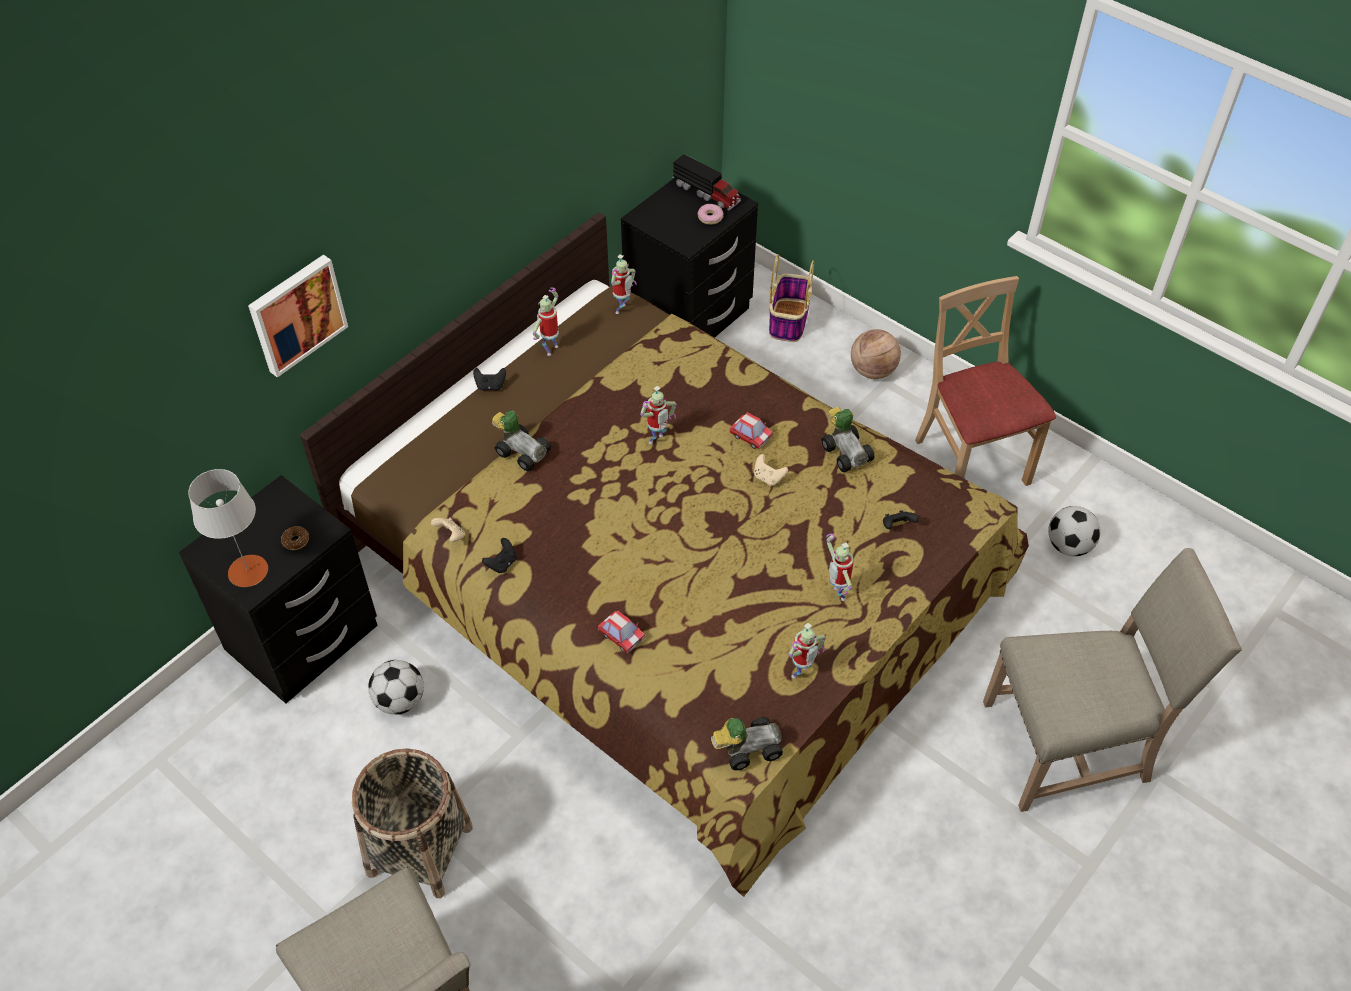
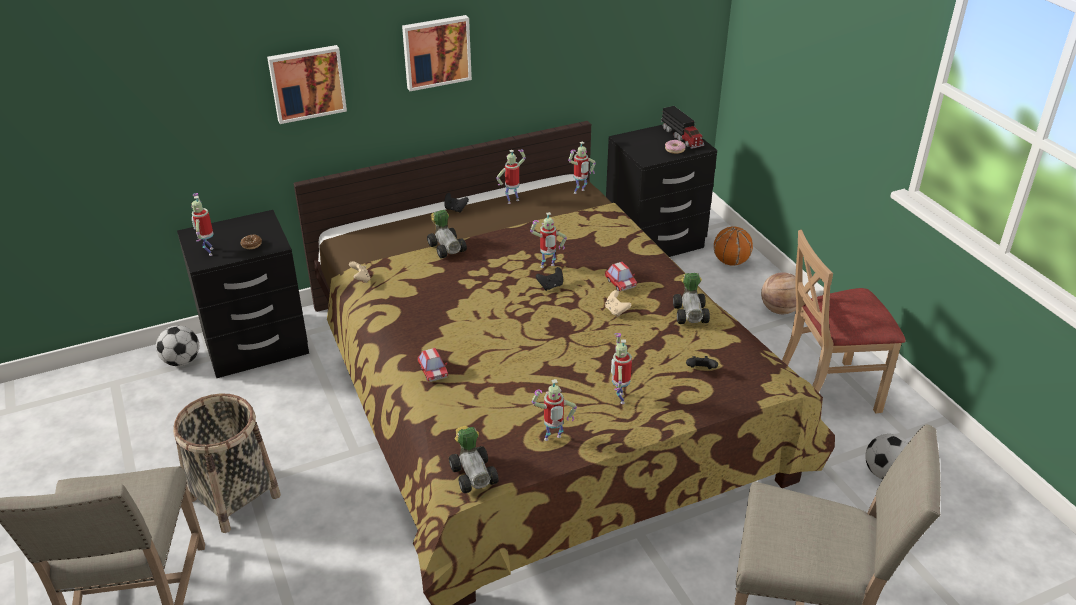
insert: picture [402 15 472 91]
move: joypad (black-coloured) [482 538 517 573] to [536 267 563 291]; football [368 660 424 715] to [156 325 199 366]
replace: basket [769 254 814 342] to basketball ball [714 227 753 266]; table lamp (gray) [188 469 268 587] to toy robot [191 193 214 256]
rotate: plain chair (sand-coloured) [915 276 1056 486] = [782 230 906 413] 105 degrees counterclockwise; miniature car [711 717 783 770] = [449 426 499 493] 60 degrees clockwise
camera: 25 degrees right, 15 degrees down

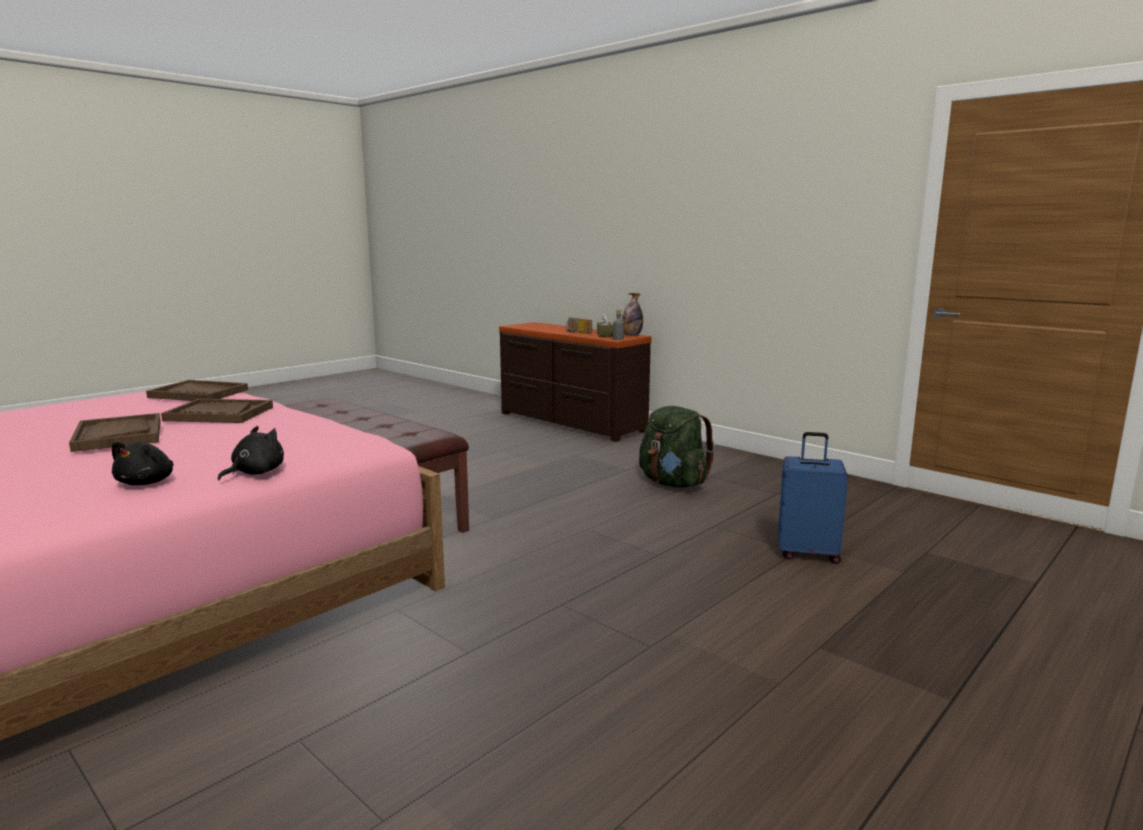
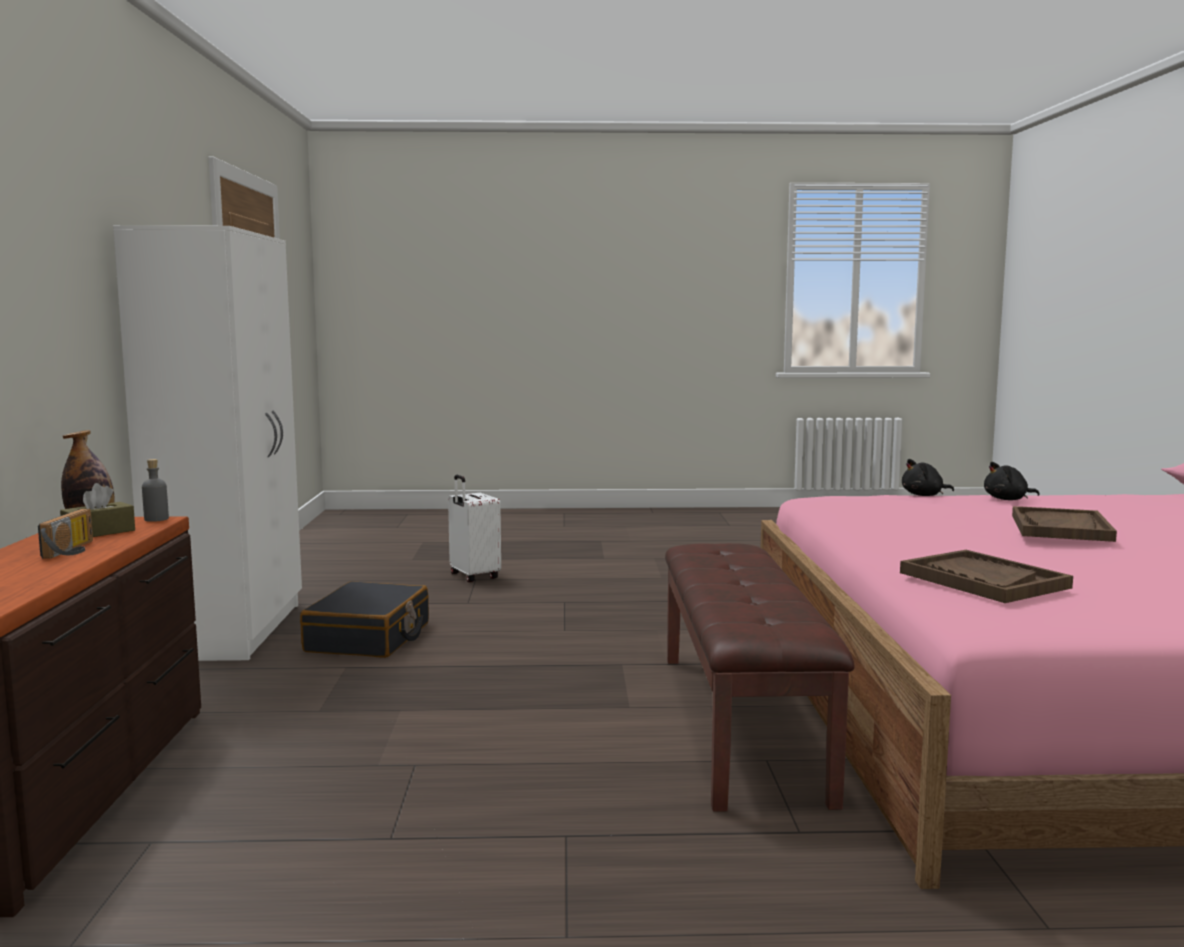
delete: carrying tray (brown) [161 399 273 423]
insert: wardrobe (white) [113 225 302 661]
replace: knapsack (green) [639 406 715 488] to piece of luggage (black-coloured) [300 581 429 658]
recolor: piece of luggage (blue) [778 432 848 564] to piece of luggage (white) [448 475 501 582]
rotate: soft toy (black-coloured) [112 442 174 485] = [984 462 1040 500] 150 degrees counterclockwise
camera: 135 degrees left, 5 degrees down

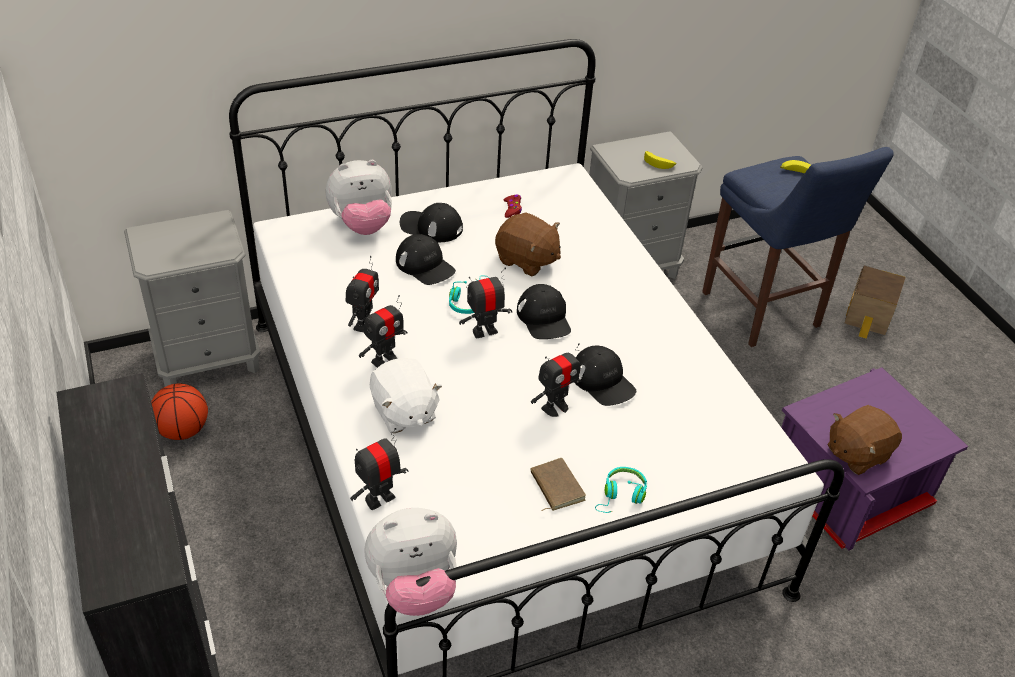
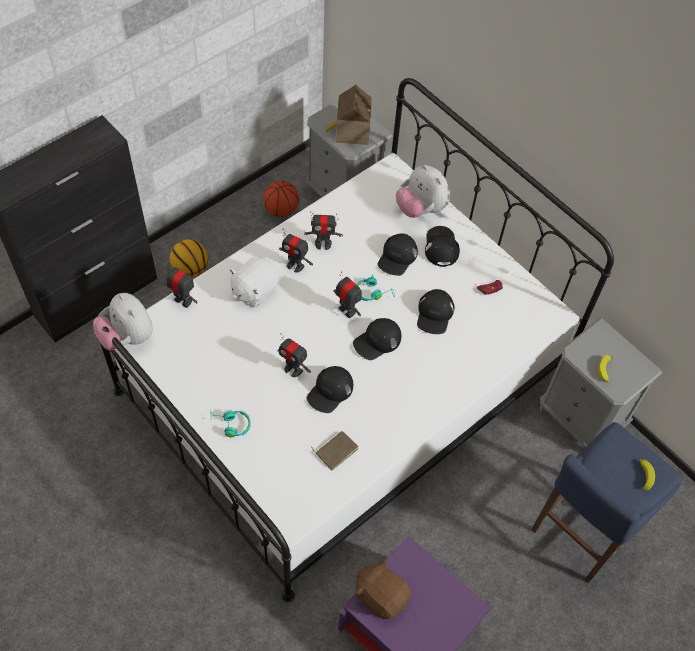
insert: basketball ball [170 239 208 278]
move: miniature house [845 266 906 339] to [326 85 372 145]; volume (brown) [530 458 586 511] to [311 431 358 470]
replace: soft toy (brown) [495 212 561 276] to cap (black-coloured) [417 289 455 334]
camera: 70 degrees right, 15 degrees up

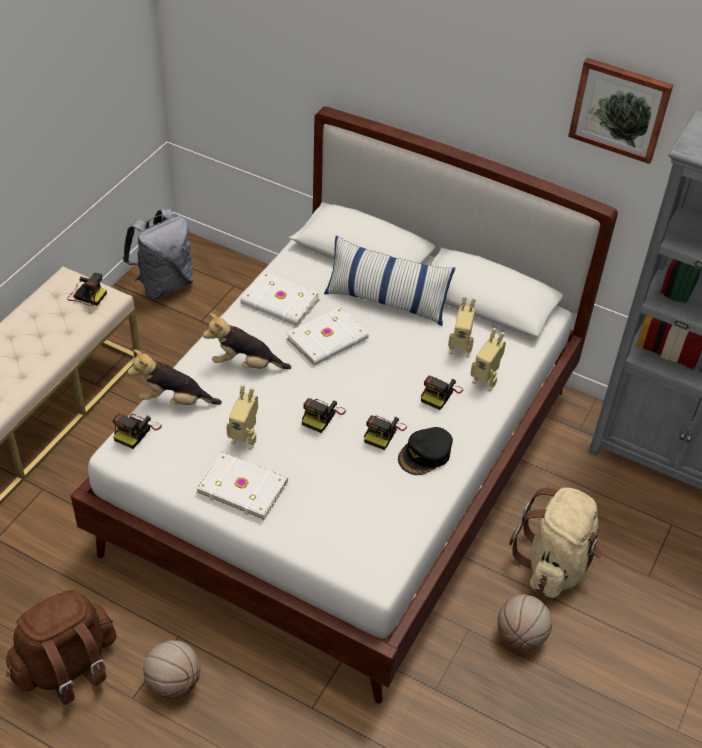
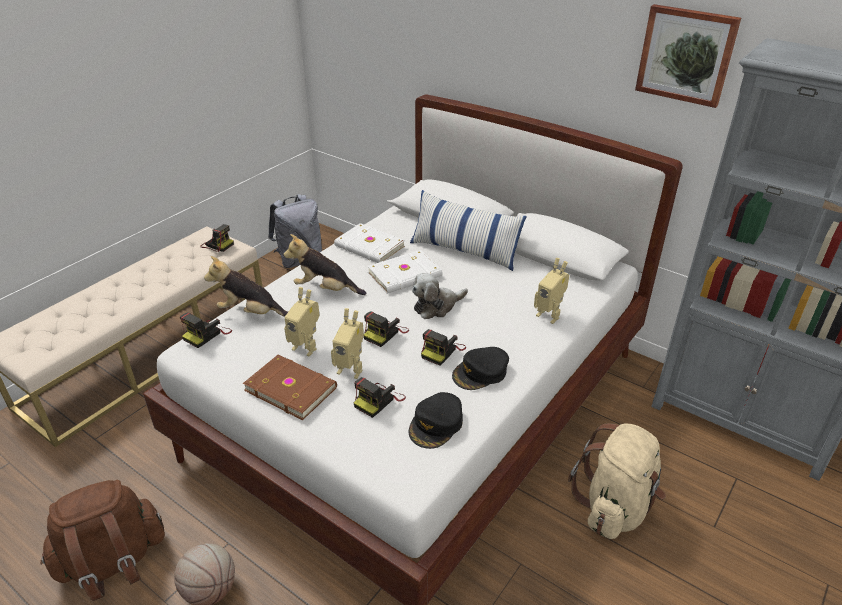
delete: basketball ball [497 594 552 650]
insert: soft toy [412 273 468 319]; cap (black-coloured) [409 392 463 449]
move: toy robot [448 296 476 358] to [331 308 364 379]; still camera [421 375 463 410] to [354 377 406 418]
recolor: volume (white) [196 452 288 521] to volume (brown) [243 355 337 420]
camera: 10 degrees right, 10 degrees down

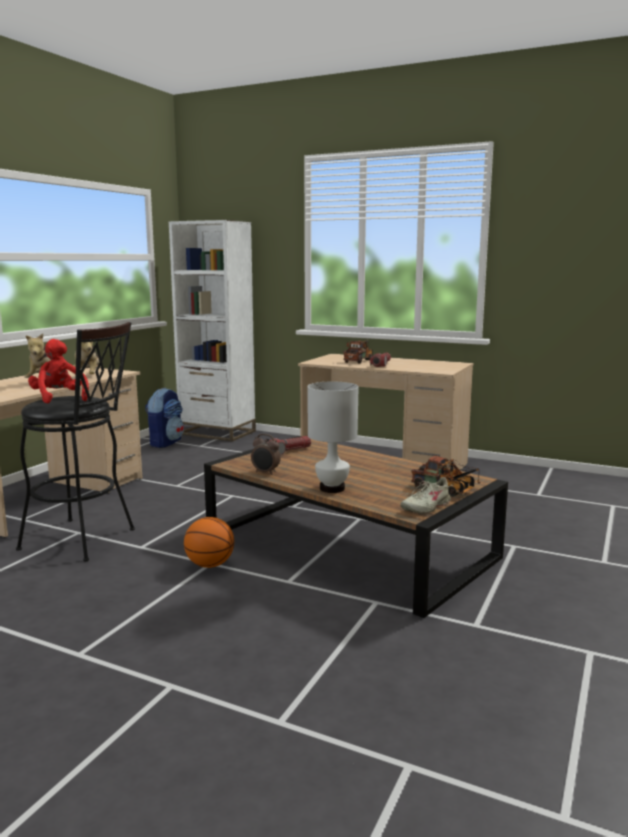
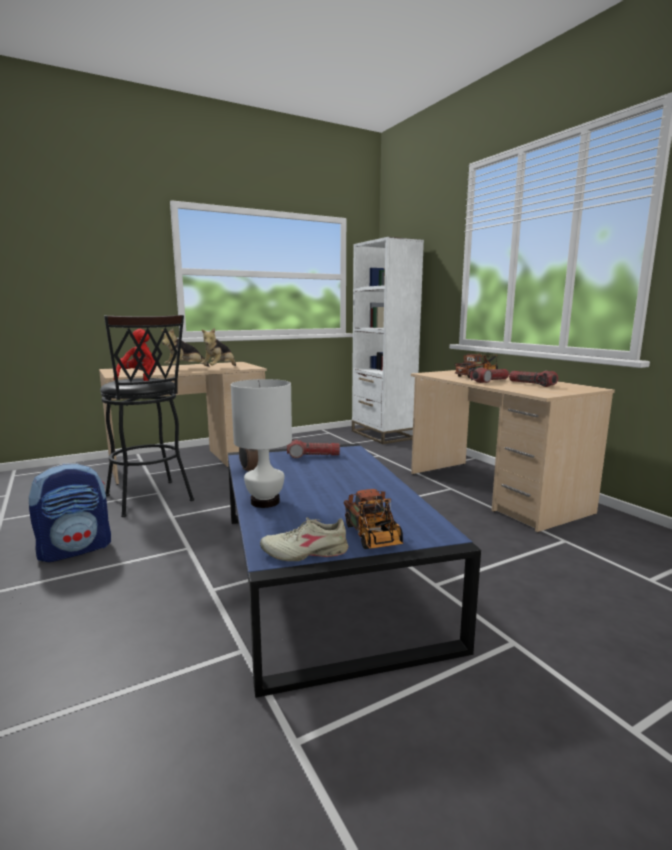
delete: basketball ball [184 517 234 568]
insert: torch [509 371 558 387]
move: knapsack [145 388 184 448] to [28 462 111 562]
recolor: low table (brown) [204 436 508 618] to low table (blue) [228 443 481 698]
camera: 35 degrees right, 0 degrees up

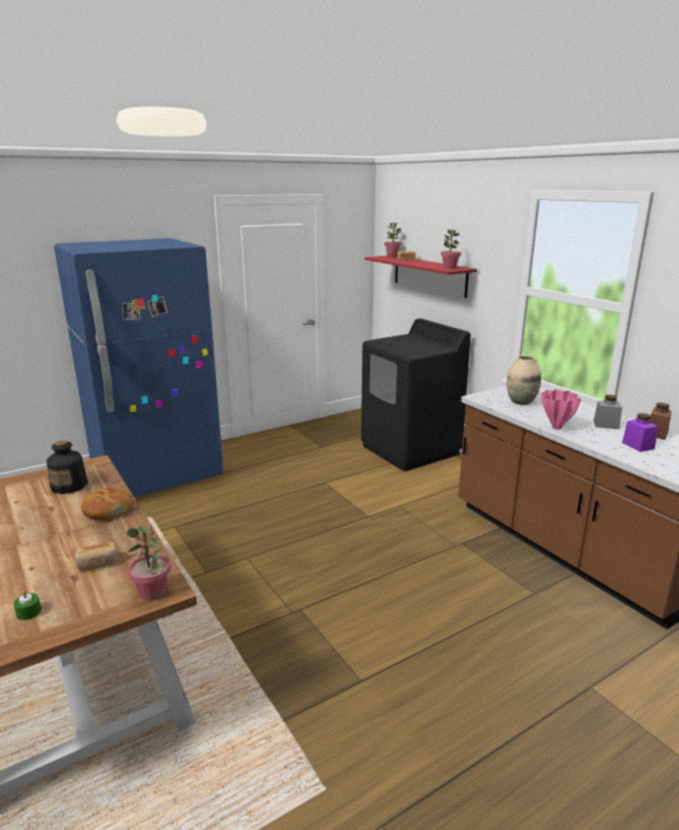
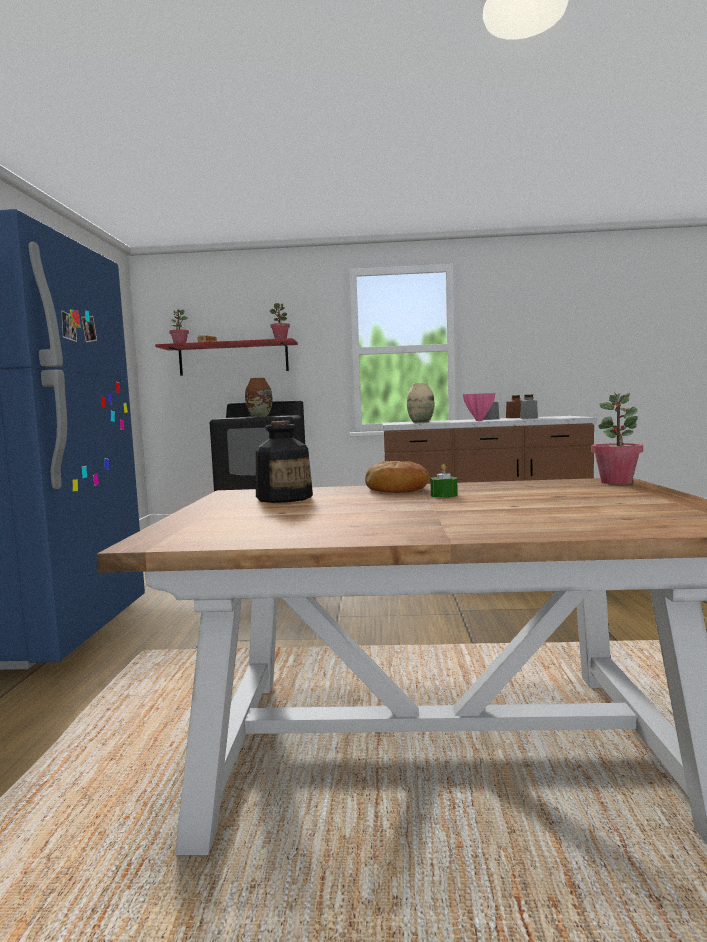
delete: bakery bread [74 542 117 571]
insert: flower vase (brown) [245 378 272 417]
move: wax candle (green) [14 590 41 620] to [430 464 458 498]
recolor: jar (purple) [622 413 658 452] to jar (gray) [520 395 538 419]
camera: 55 degrees left, 15 degrees down

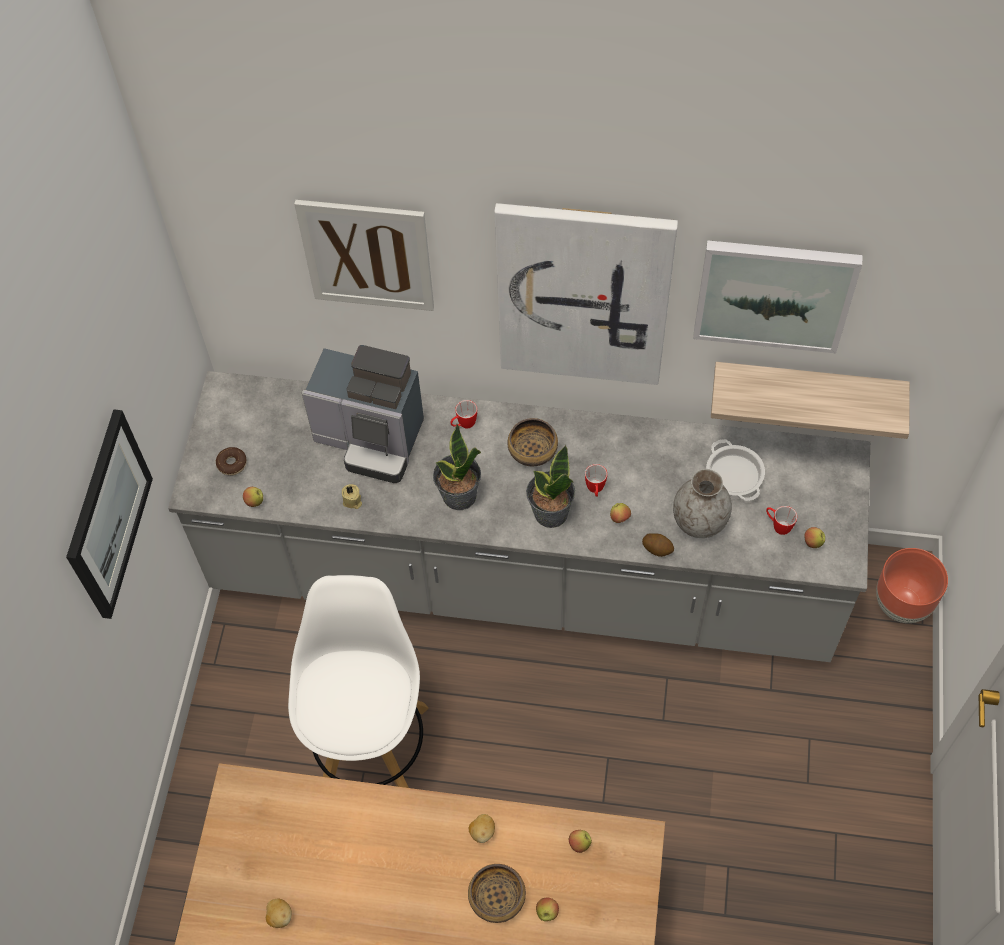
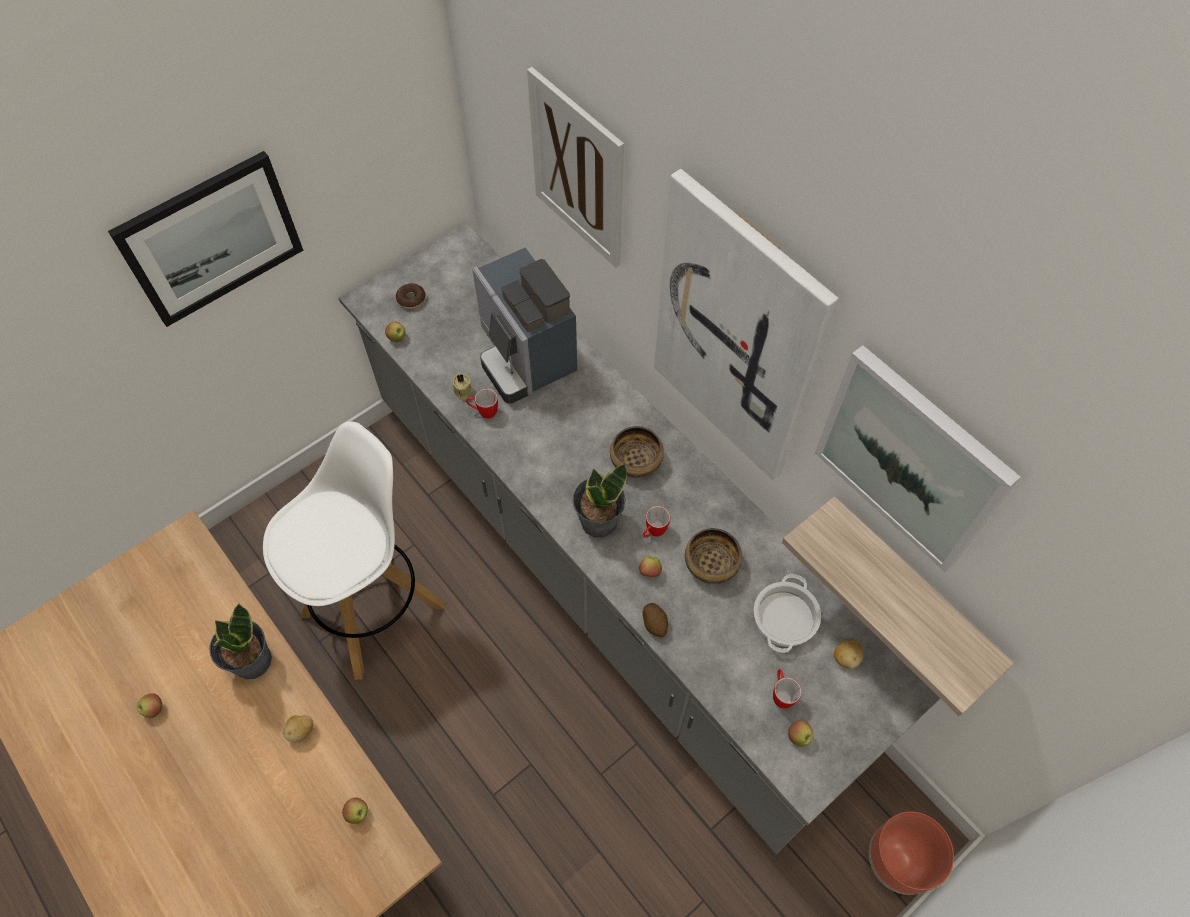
delete: flower vase (gray) [673 469 732 538]
move: tea mug [450 400 477 429] to [466 389 498 419]; potted plant [433 424 481 510] to [210 604 272 679]; bowl [468 864 526 923] to [685 528 742 584]; potato [266 898 292 928] to [834 638 863 669]; apple fruit [536 898 559 921] to [137 693 162 718]
camera: 40 degrees right, 0 degrees up

